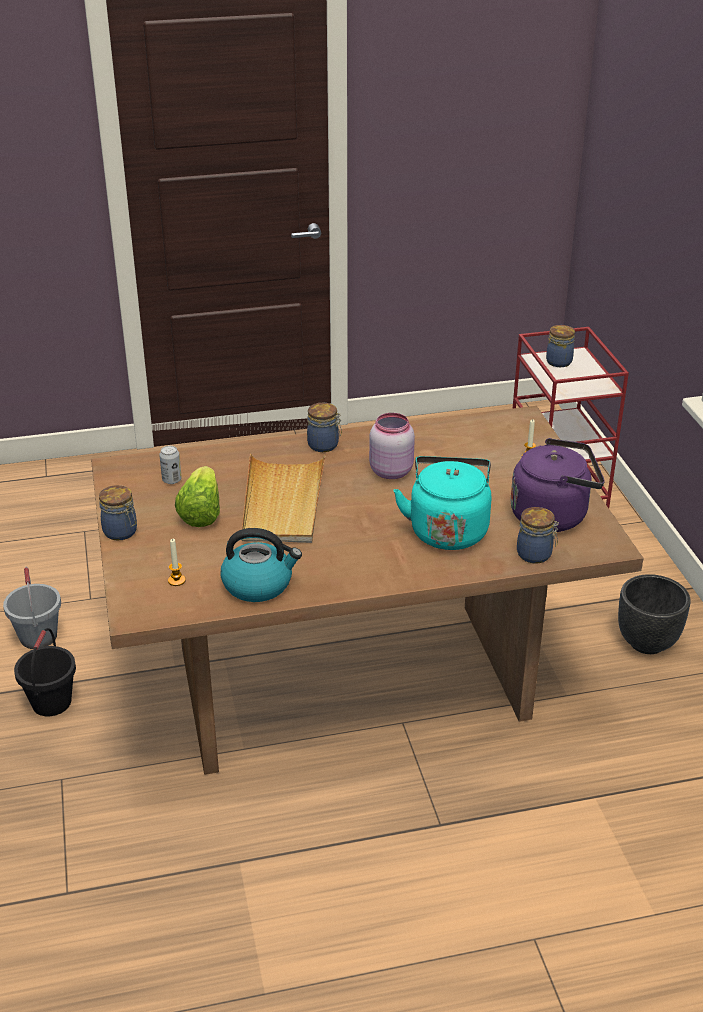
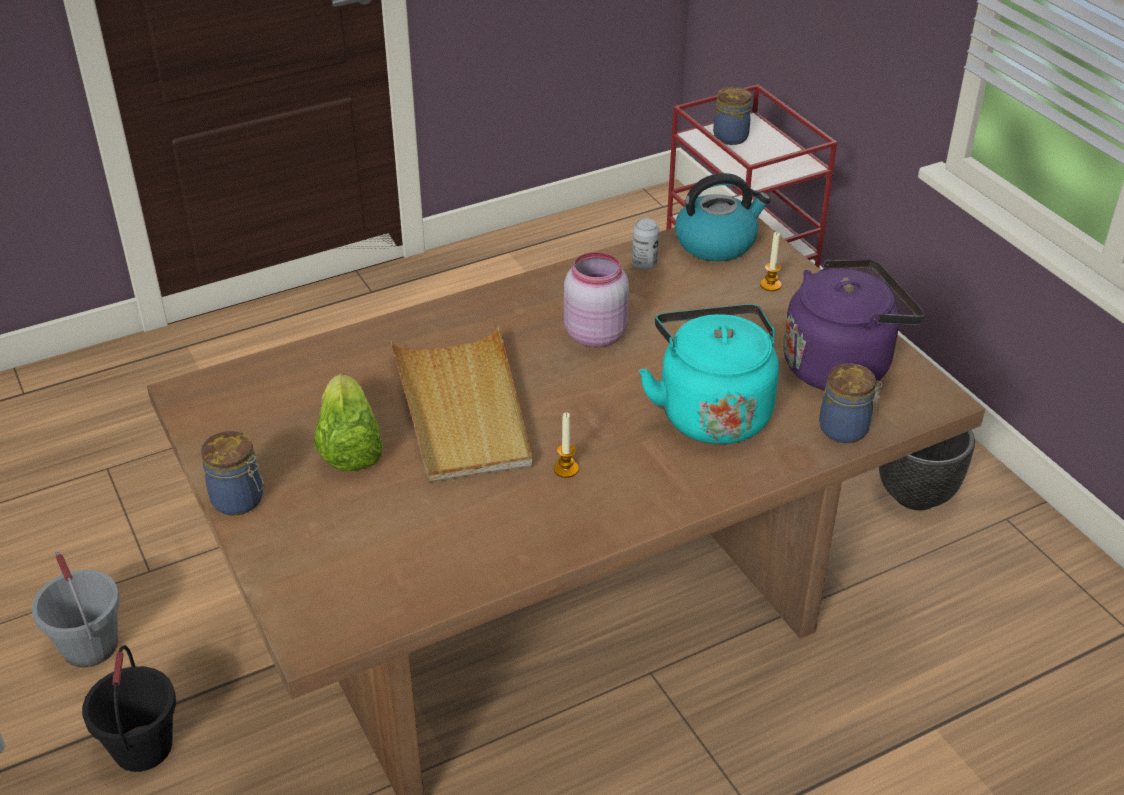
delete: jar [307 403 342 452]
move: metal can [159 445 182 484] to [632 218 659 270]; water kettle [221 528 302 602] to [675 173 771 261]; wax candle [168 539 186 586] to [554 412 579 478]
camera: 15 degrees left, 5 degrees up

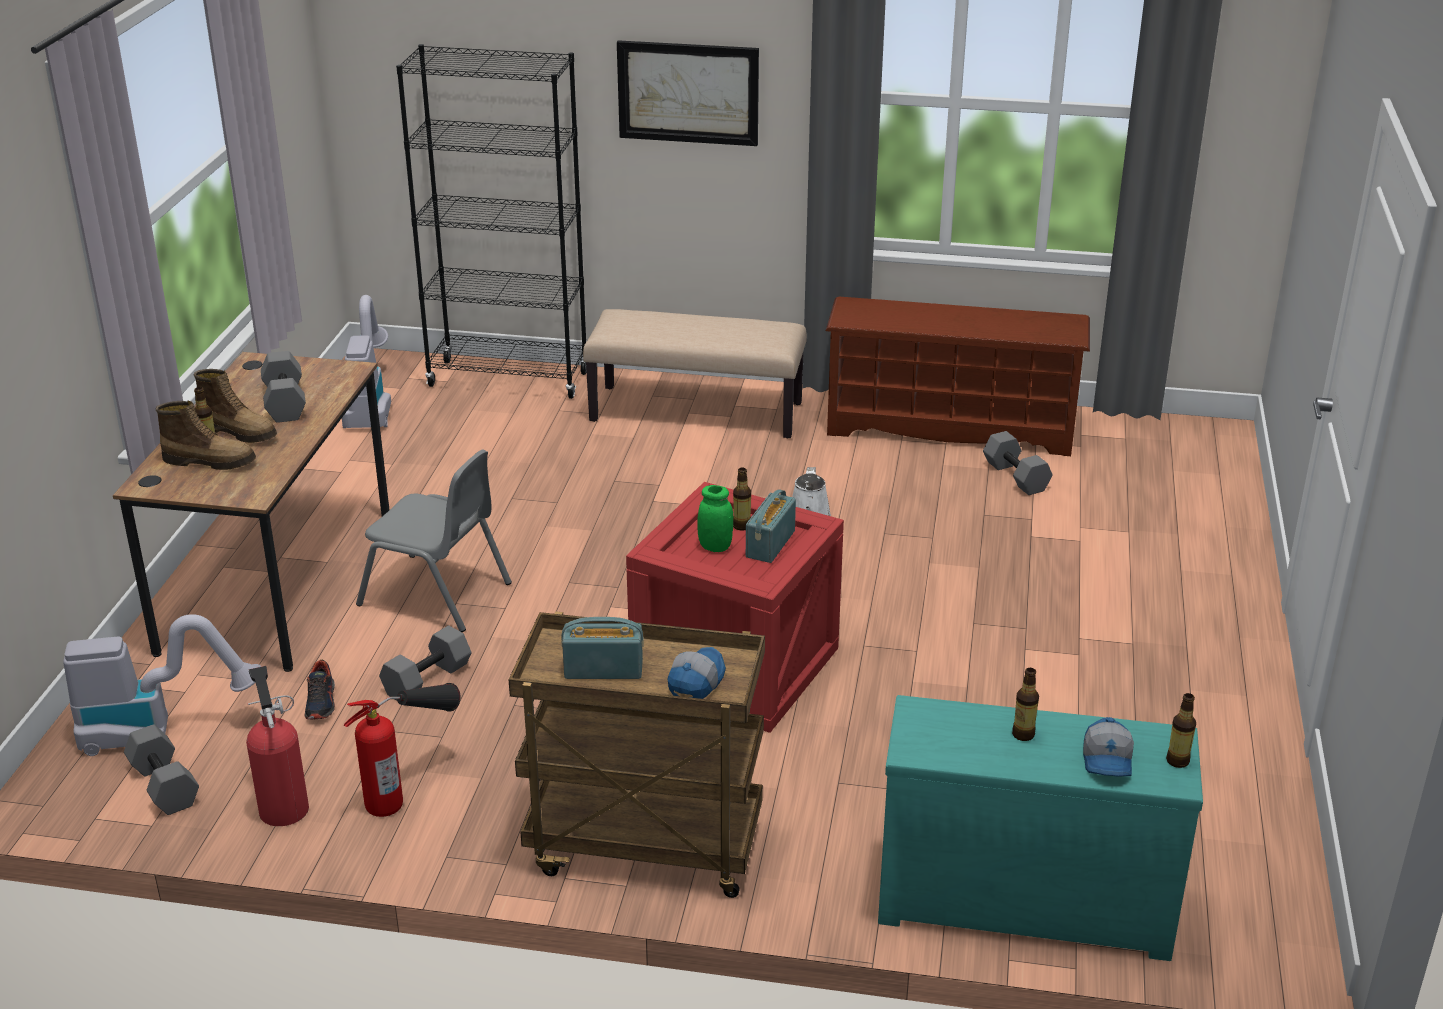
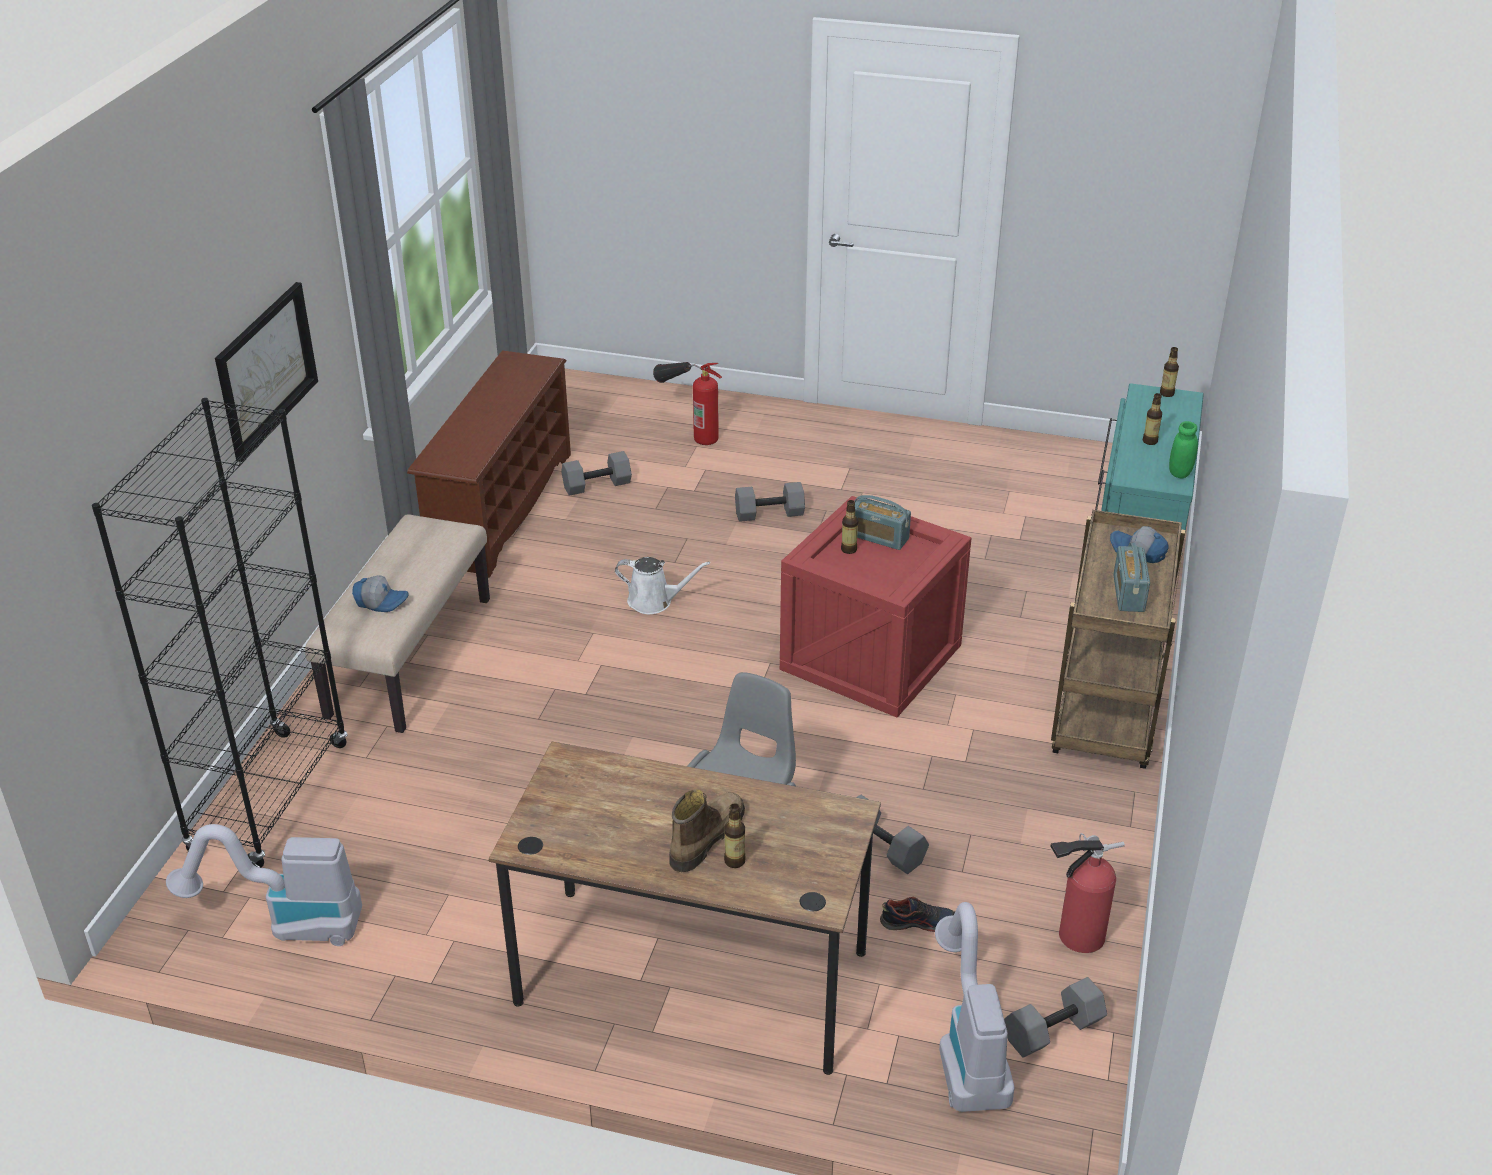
delete: tall boot [156 401 256 470]
move: dumbbell (gray) [261 351 306 423] to [735 482 805 522]; jar (green) [697 485 733 552] to [1169 421 1198 479]; extinguisher [344 683 461 817] to [653 362 722 445]; cap [1083 717 1134 777] to [352 575 409 612]
camera: 85 degrees left, 5 degrees up

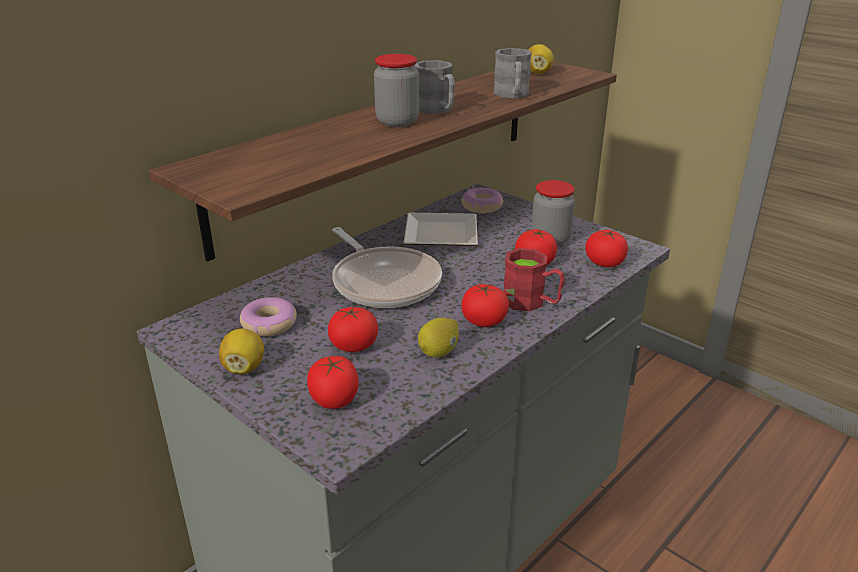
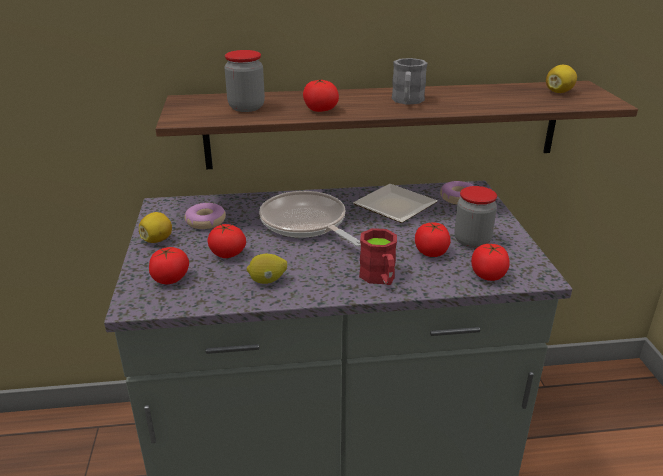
delete: tea mug (gray) [493 48 532 98]
move: jar [374 54 419 127] to [224 50 265 112]; fresh tomato [461 284 509 327] to [303 79 339 112]
rotate: skillet [332 227 442 308] = [259 191 361 247] 135 degrees clockwise
camera: 40 degrees right, 0 degrees up

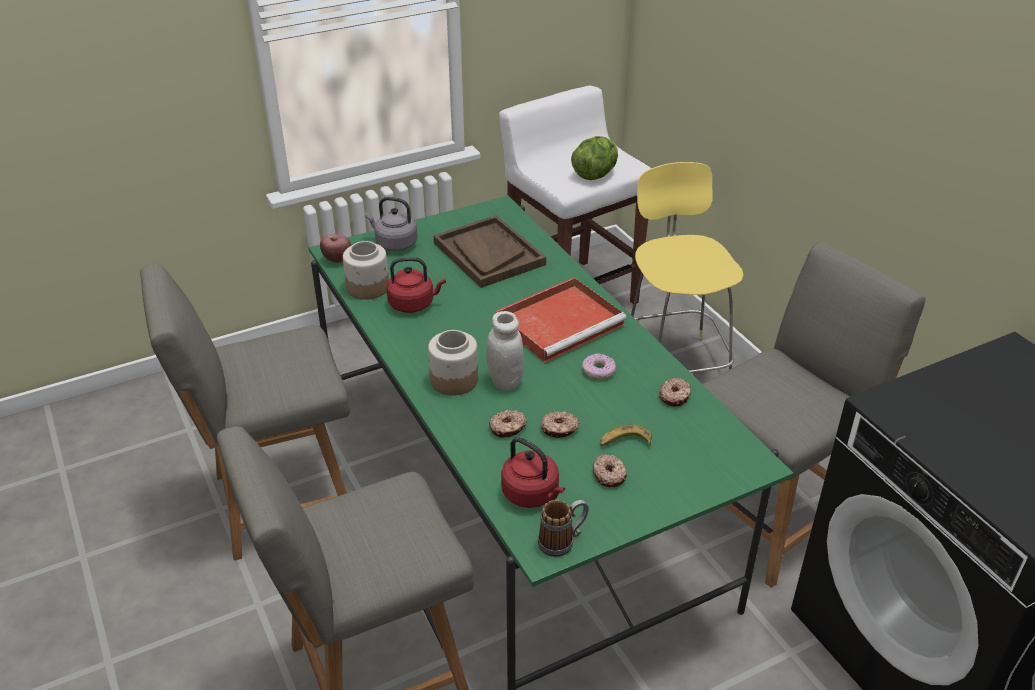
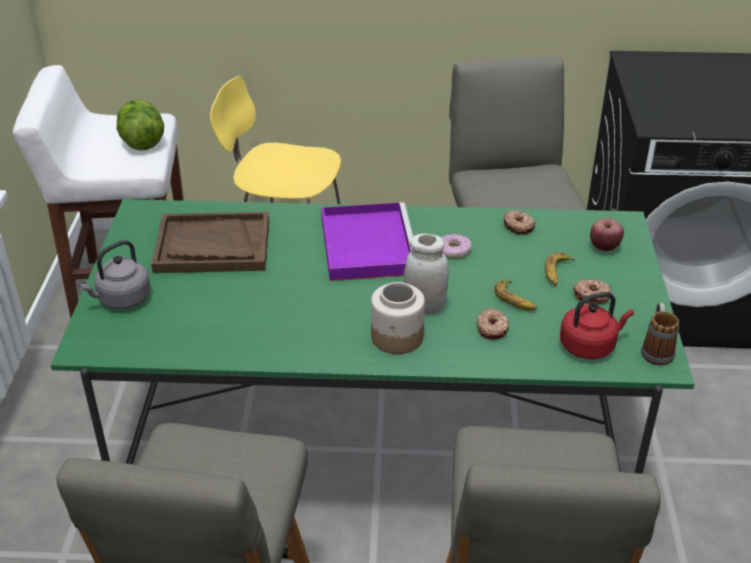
delete: jar [343 241 389 300]; water kettle (reddish) [386 257 446 313]
move: apple fruit [320 234 351 263] to [590 218 624 251]
replace: donut [541 411 579 438] to whole banana [495 280 537 311]
recolor: carrying tray (reddish) [496 277 627 363] to carrying tray (purple) [321 202 413 281]
camera: 60 degrees left, 0 degrees up

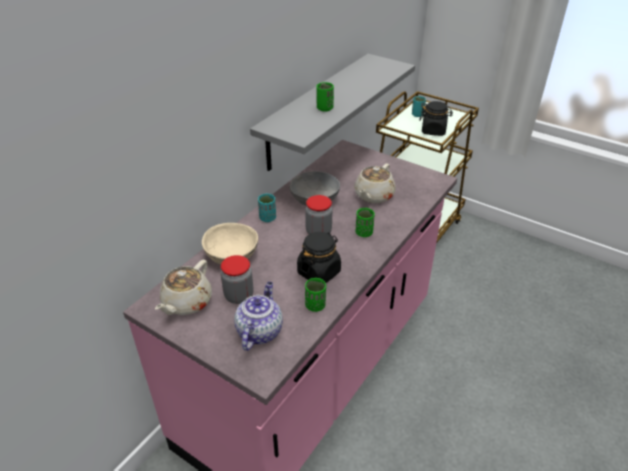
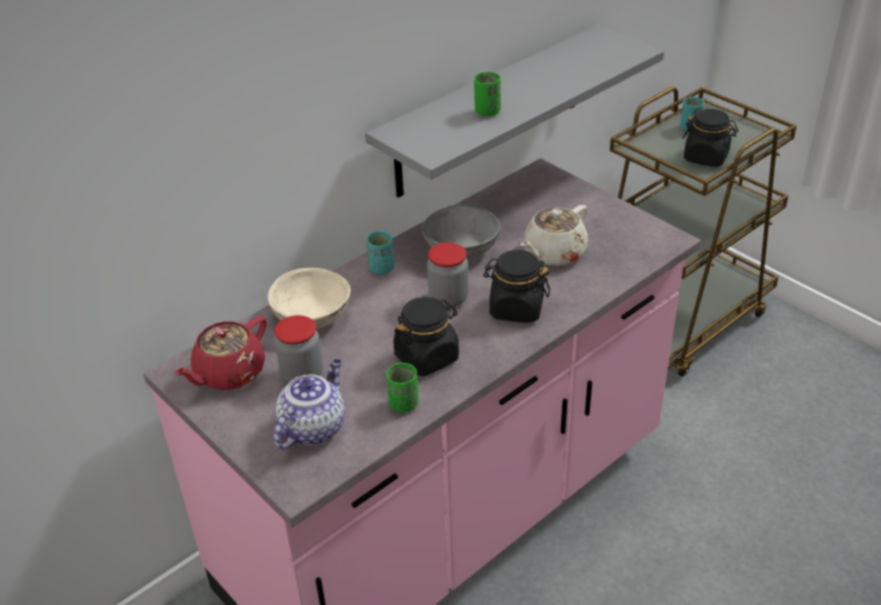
replace: small cup (green) [356 208 375 237] to jar (black-coloured) [483 250 550 323]
recolor: tea pot (sand-coloured) [155 260 212 315] to tea pot (reddish) [174 316 267 390]
camera: 15 degrees right, 0 degrees up

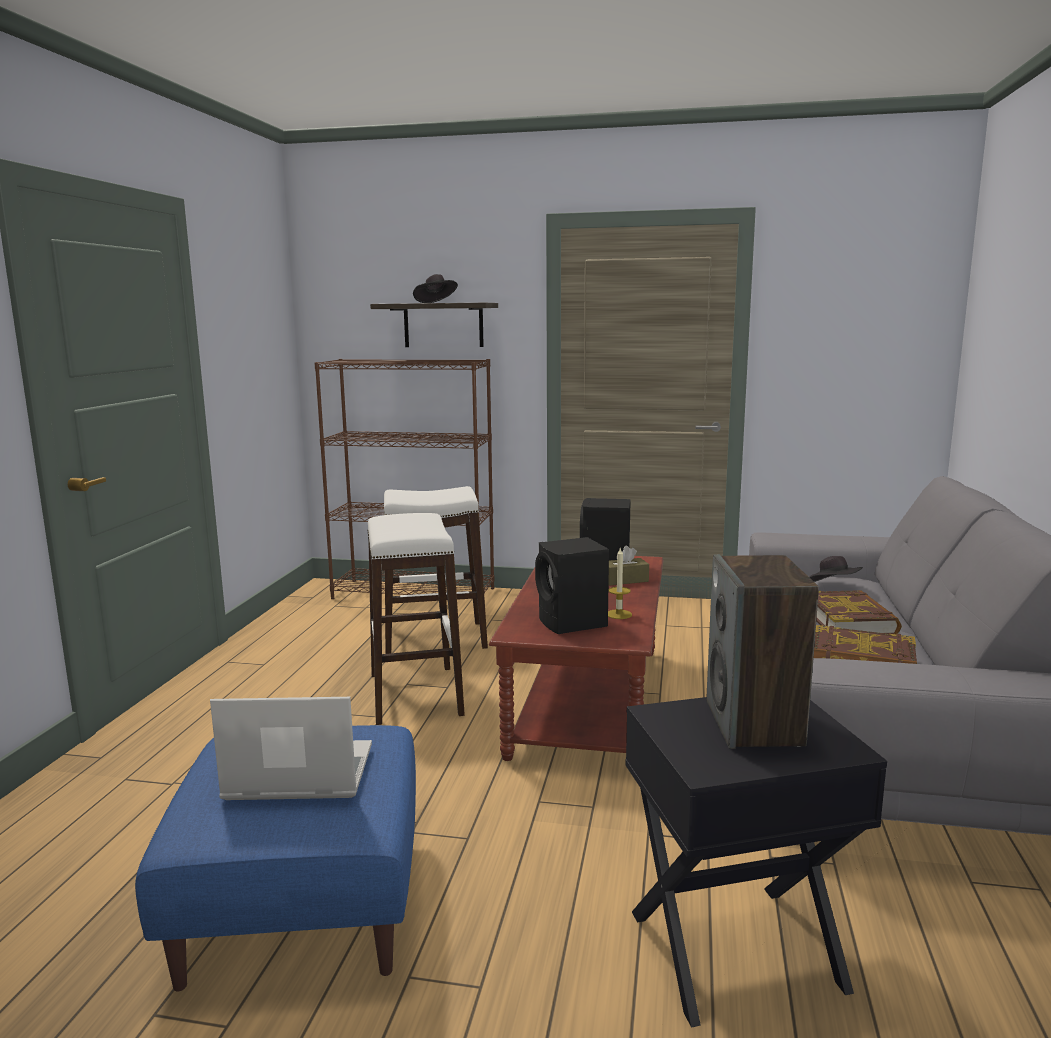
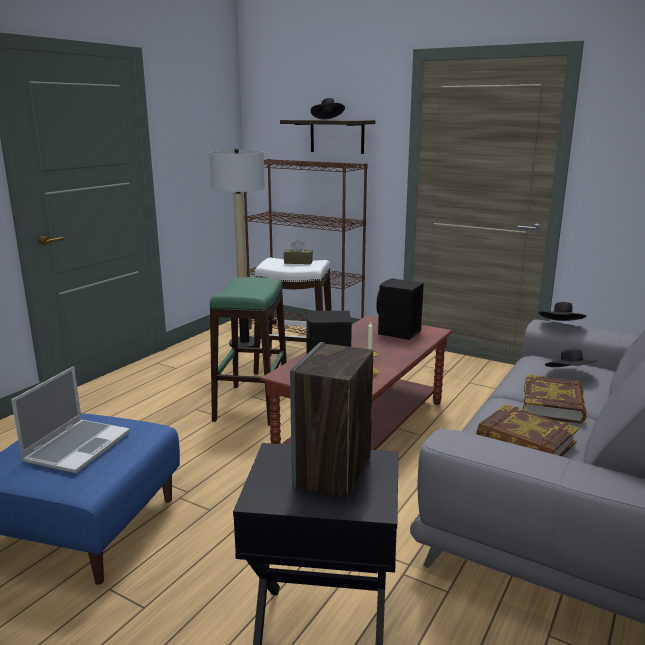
insert: standing lamp [210 148 265 348]; clothing hat (black-coloured) [539 302 587 321]
move: tissue holder (brown) [608 546 649 586] to [284 240 313 264]
recolor: stool (white) [367 513 465 725] to stool (green) [210 277 287 425]
rotate: portable computer [210 697 372 800] = [11 366 130 474] 90 degrees clockwise
camera: 20 degrees right, 5 degrees up

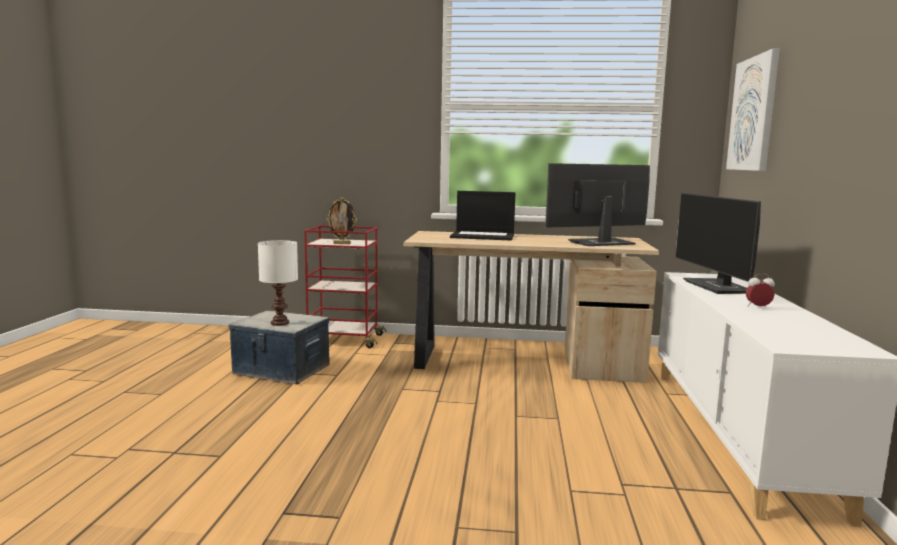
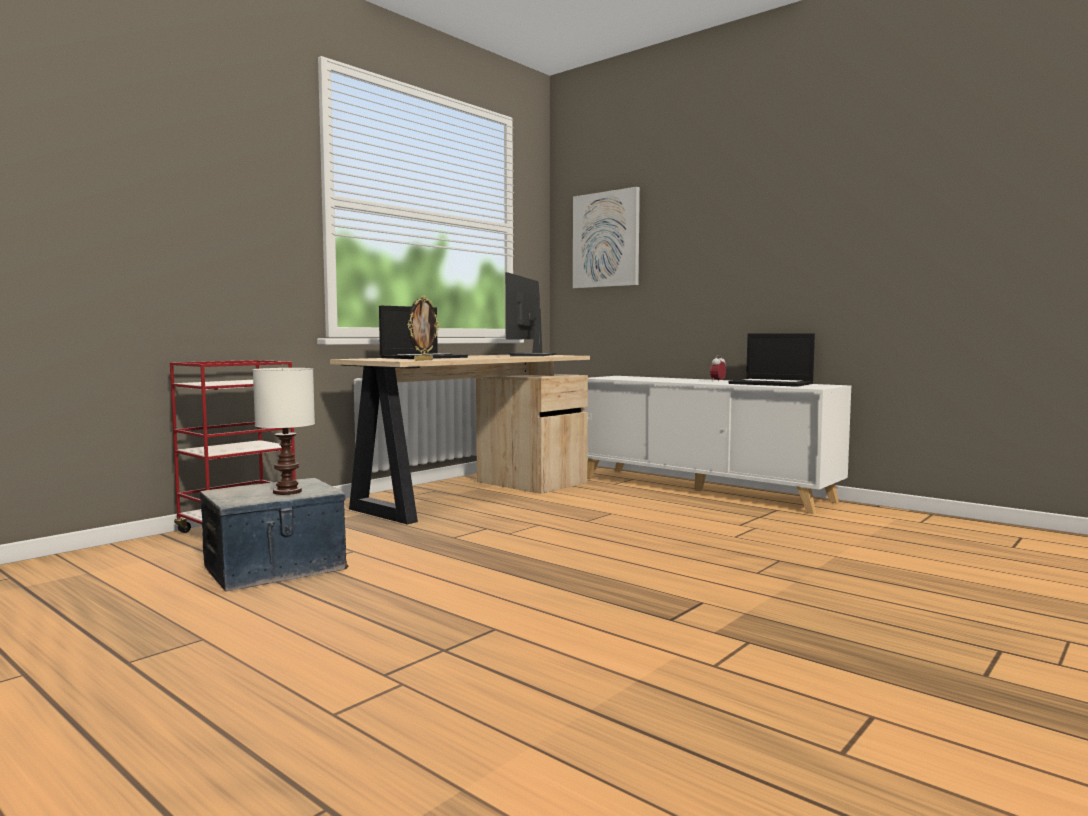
delete: monitor [675 193 761 294]
insert: portable computer [729 333 815 387]
move: standing frame [327 197 357 244] to [408 296 439 361]
camera: 55 degrees left, 5 degrees down

